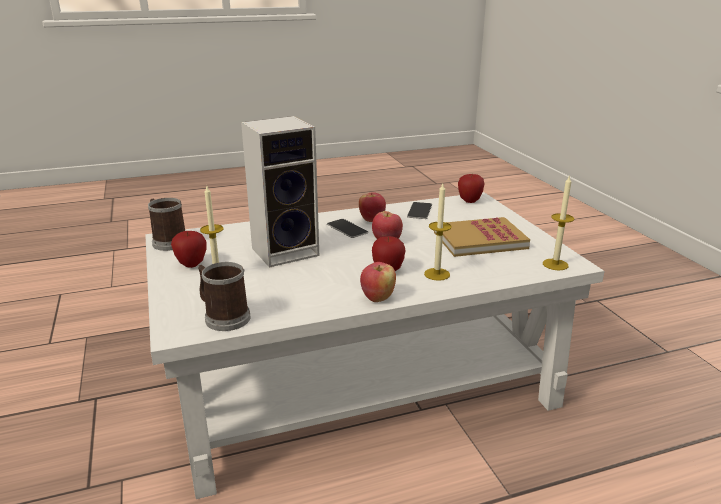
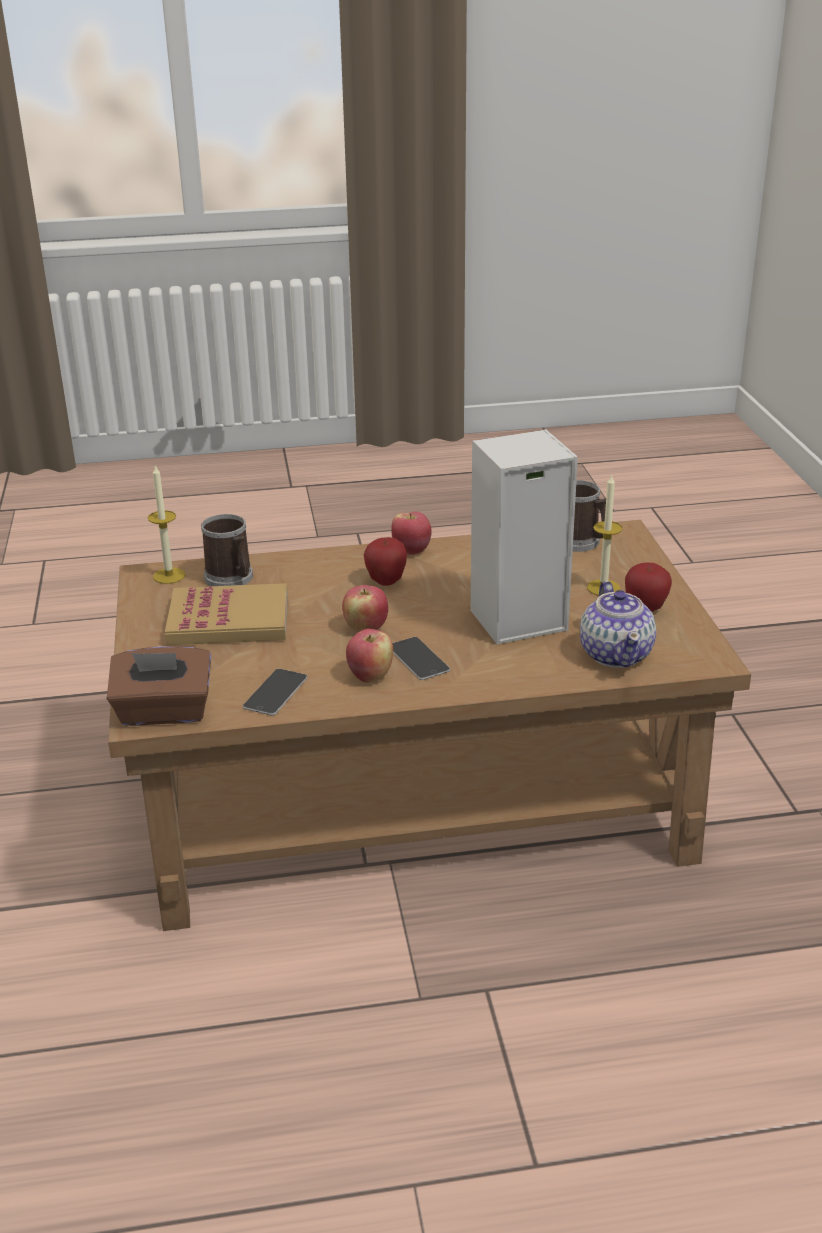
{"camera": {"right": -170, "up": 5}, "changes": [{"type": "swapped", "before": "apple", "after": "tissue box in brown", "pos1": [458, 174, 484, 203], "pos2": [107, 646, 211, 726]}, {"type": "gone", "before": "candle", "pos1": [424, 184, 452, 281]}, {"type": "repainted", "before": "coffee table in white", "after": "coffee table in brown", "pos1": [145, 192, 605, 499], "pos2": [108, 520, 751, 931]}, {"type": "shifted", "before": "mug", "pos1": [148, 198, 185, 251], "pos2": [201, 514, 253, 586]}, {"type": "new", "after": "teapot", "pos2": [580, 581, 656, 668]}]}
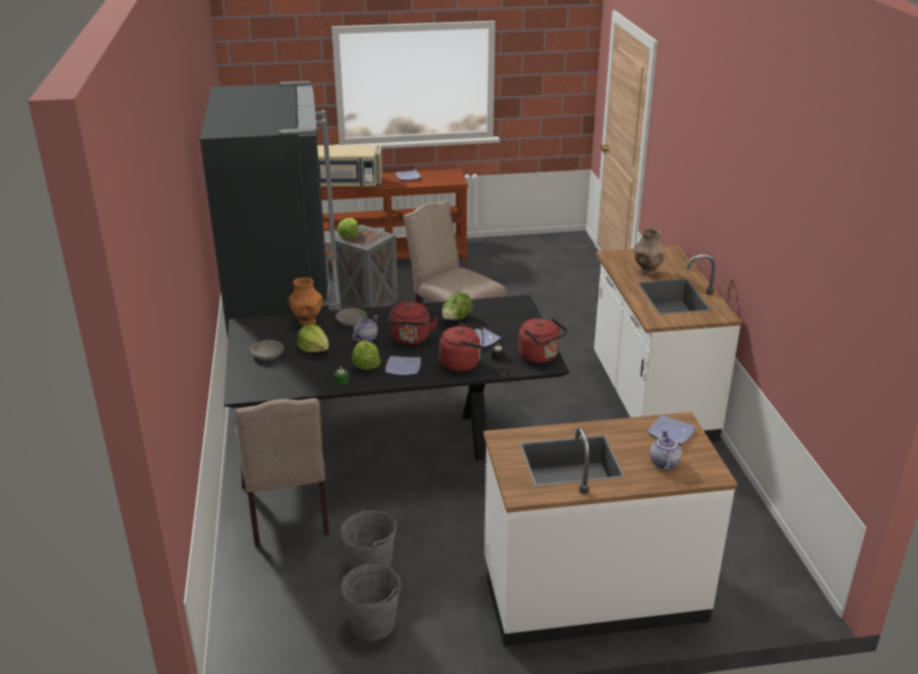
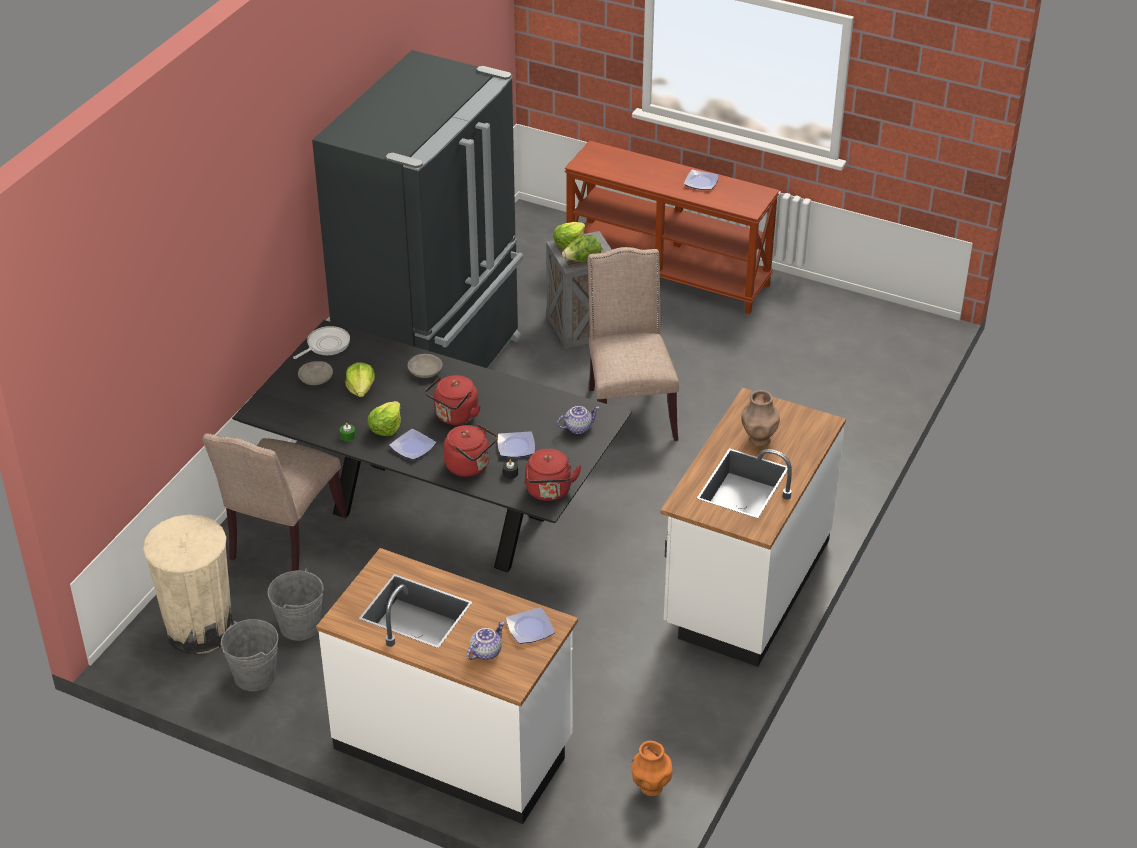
{"camera": {"right": 35, "up": 10}, "changes": [{"type": "gone", "before": "microwave in beige", "pos1": [317, 145, 383, 187]}, {"type": "shifted", "before": "vase in orange", "pos1": [288, 278, 323, 326], "pos2": [631, 741, 673, 796]}, {"type": "shifted", "before": "lettuce", "pos1": [442, 292, 473, 320], "pos2": [562, 235, 601, 262]}, {"type": "shifted", "before": "teapot", "pos1": [353, 315, 378, 342], "pos2": [557, 406, 600, 434]}, {"type": "new", "after": "frying pan", "pos2": [293, 326, 350, 359]}, {"type": "new", "after": "trash can in beige", "pos2": [143, 514, 233, 654]}]}
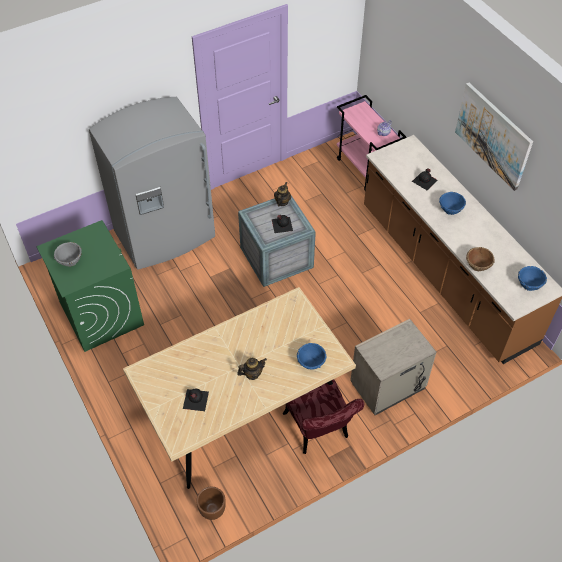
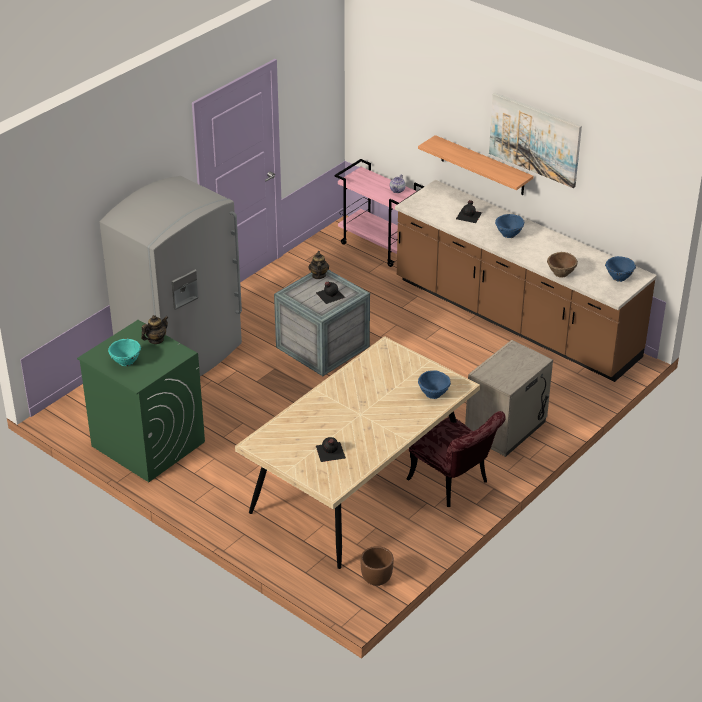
{"camera": {"right": -20, "up": -15}, "changes": [{"type": "repainted", "before": "bowl in grey", "after": "bowl in turquoise", "pos1": [54, 242, 82, 267], "pos2": [108, 339, 141, 366]}, {"type": "shifted", "before": "teapot", "pos1": [237, 358, 267, 380], "pos2": [141, 315, 168, 344]}, {"type": "new", "after": "shelf", "pos2": [418, 135, 533, 195]}]}
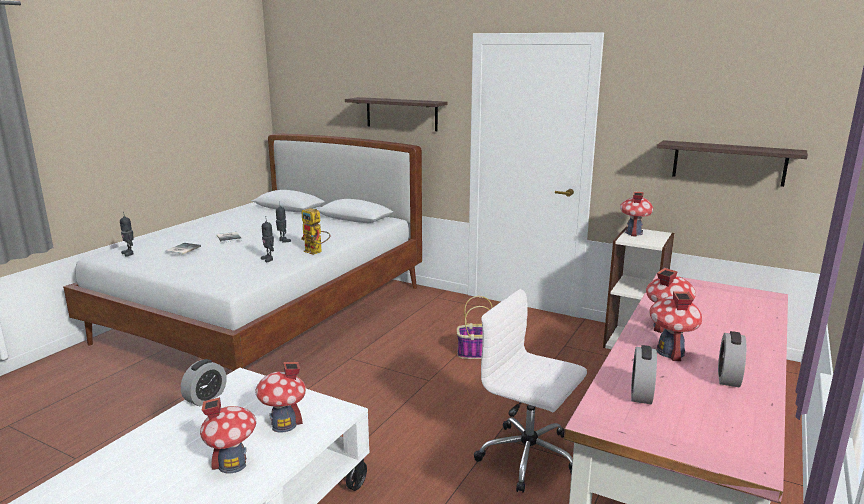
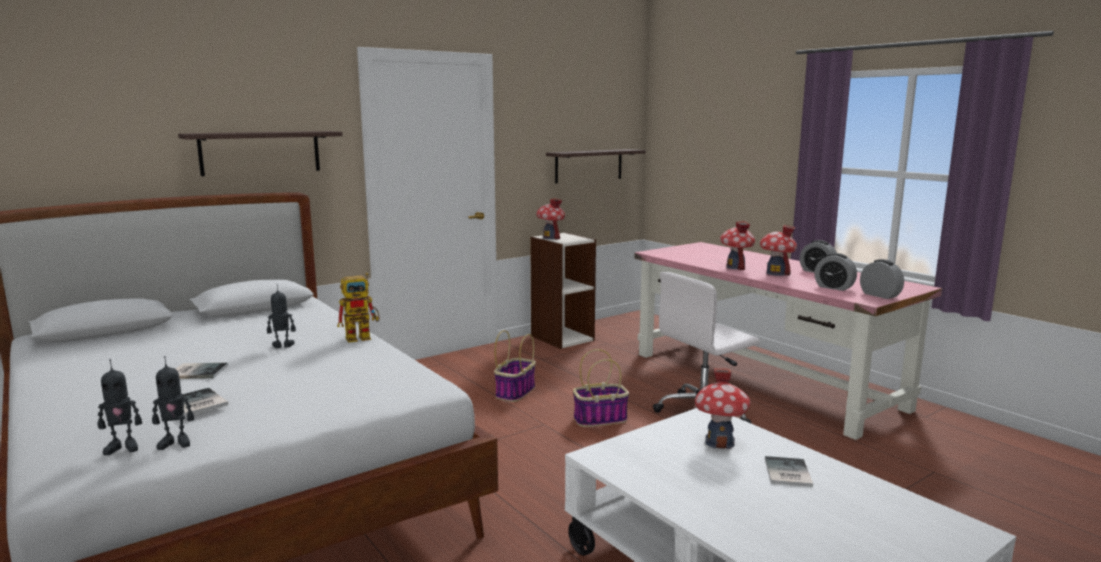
{"camera": {"right": -65, "up": -5}, "changes": [{"type": "shifted", "before": "toy robot", "pos1": [261, 221, 274, 262], "pos2": [152, 356, 194, 450]}, {"type": "shifted", "before": "alarm clock", "pos1": [181, 359, 226, 406], "pos2": [860, 259, 904, 299]}, {"type": "swapped", "before": "toy house", "after": "book", "pos1": [200, 397, 256, 474], "pos2": [765, 456, 813, 487]}, {"type": "new", "after": "basket", "pos2": [573, 349, 629, 427]}]}
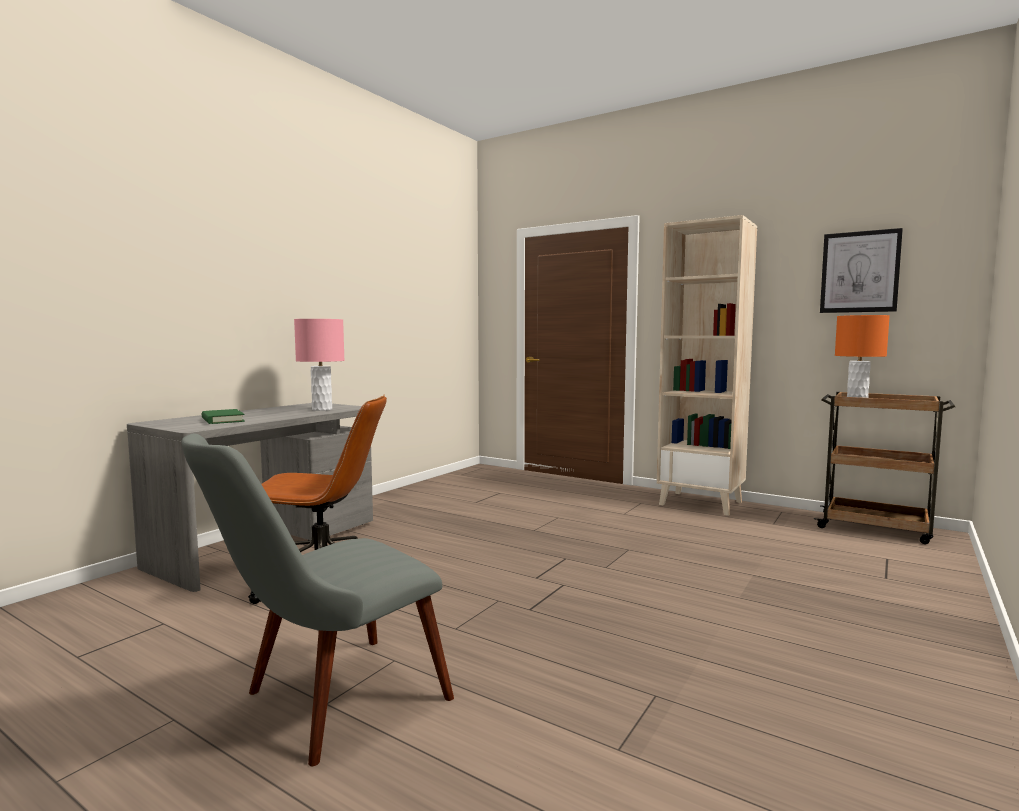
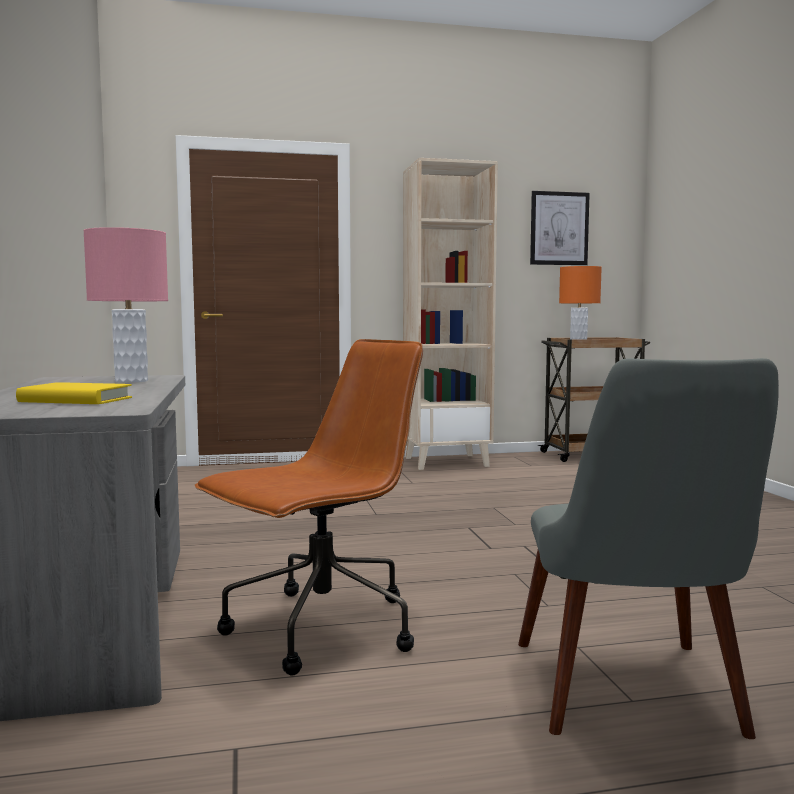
{"camera": {"right": -45, "up": 0}, "changes": [{"type": "repainted", "before": "book in green", "after": "book in yellow", "pos1": [202, 409, 245, 424], "pos2": [16, 382, 132, 404]}]}
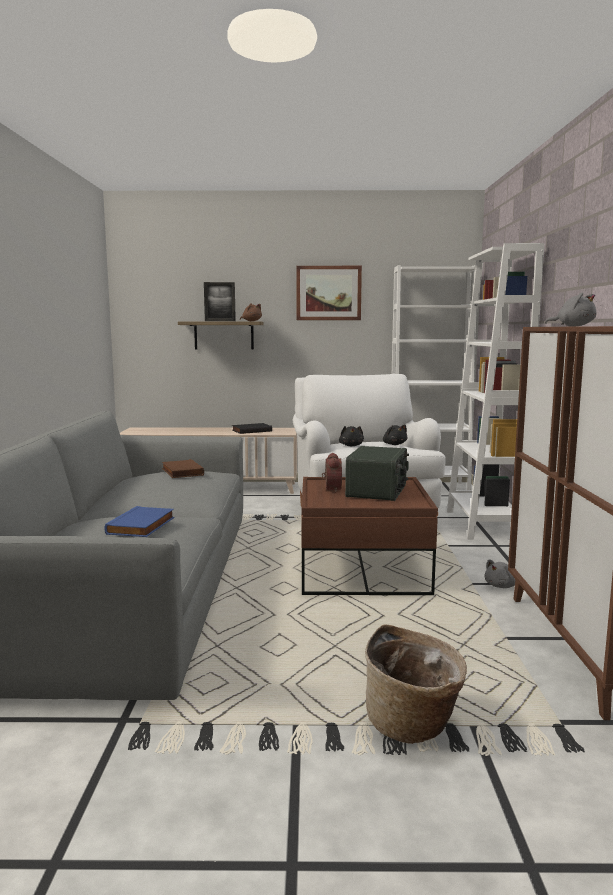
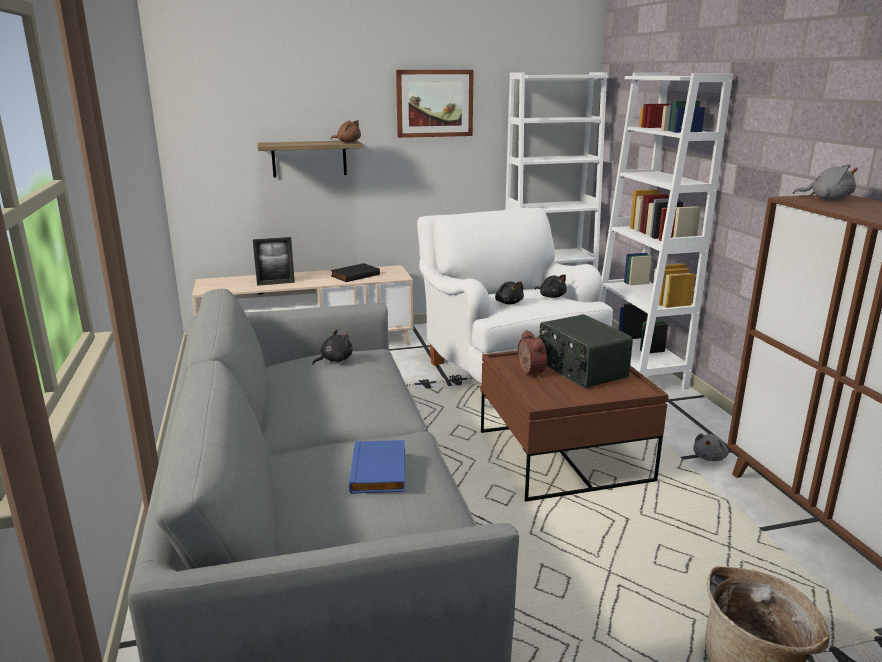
{"camera": {"right": -15, "up": 10}, "changes": [{"type": "shifted", "before": "picture frame", "pos1": [204, 282, 236, 321], "pos2": [253, 237, 295, 286]}, {"type": "rotated", "before": "radio", "pos1": [345, 446, 409, 501], "pos2": [538, 314, 633, 388], "turn": 150}, {"type": "swapped", "before": "book in brown", "after": "plush toy in black", "pos1": [162, 459, 204, 478], "pos2": [312, 329, 352, 365]}]}
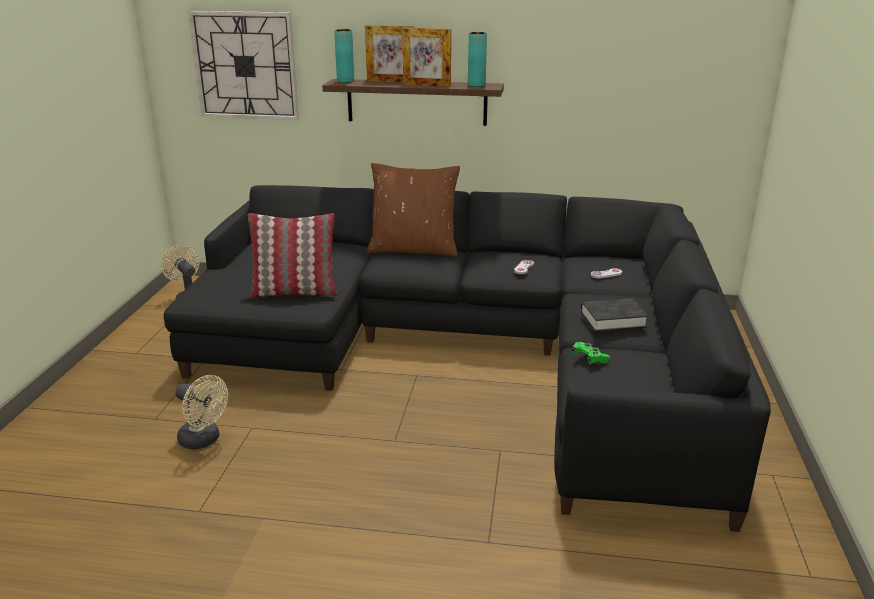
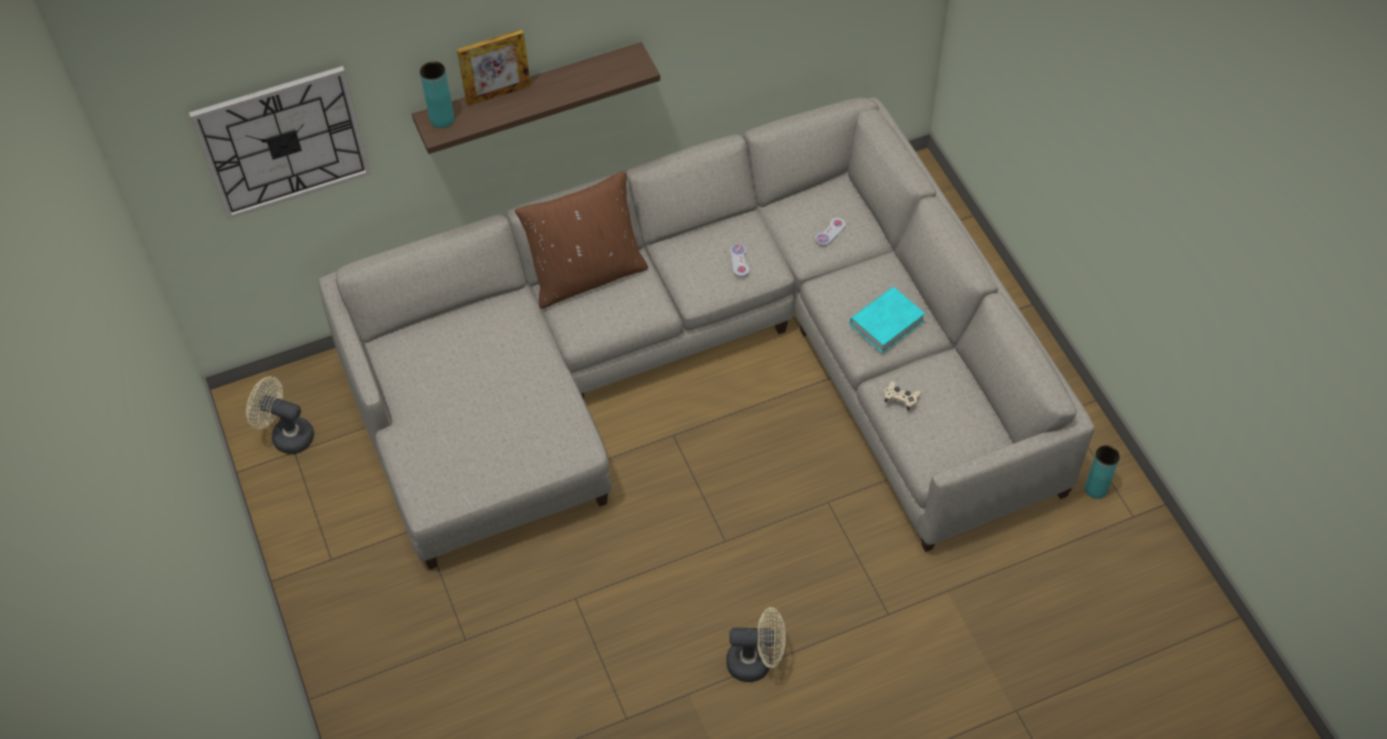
{"camera": {"right": -30, "up": 30}, "changes": [{"type": "gone", "before": "picture frame", "pos1": [402, 27, 451, 87]}, {"type": "shifted", "before": "vase in turquoise", "pos1": [468, 32, 487, 87], "pos2": [1085, 445, 1120, 499]}, {"type": "repainted", "before": "sofa in black", "after": "sofa in beige", "pos1": [164, 185, 771, 532], "pos2": [319, 97, 1094, 570]}, {"type": "gone", "before": "pillow", "pos1": [248, 213, 337, 297]}, {"type": "repainted", "before": "book in black", "after": "book in turquoise", "pos1": [581, 298, 648, 332], "pos2": [850, 287, 925, 353]}, {"type": "repainted", "before": "game controller in green", "after": "game controller in beige", "pos1": [572, 342, 610, 364], "pos2": [884, 381, 921, 411]}, {"type": "shifted", "before": "fan in beige", "pos1": [176, 375, 228, 450], "pos2": [726, 607, 786, 682]}]}
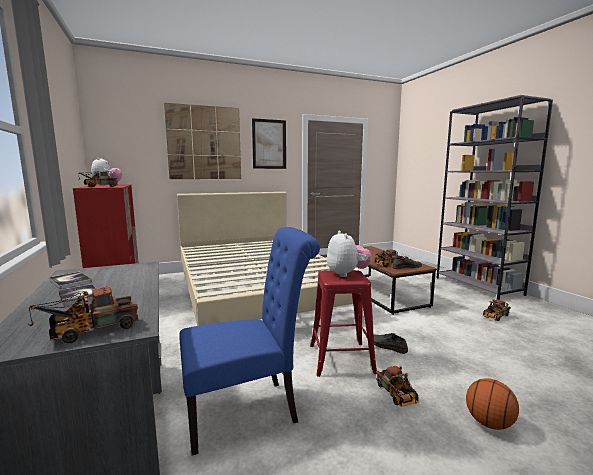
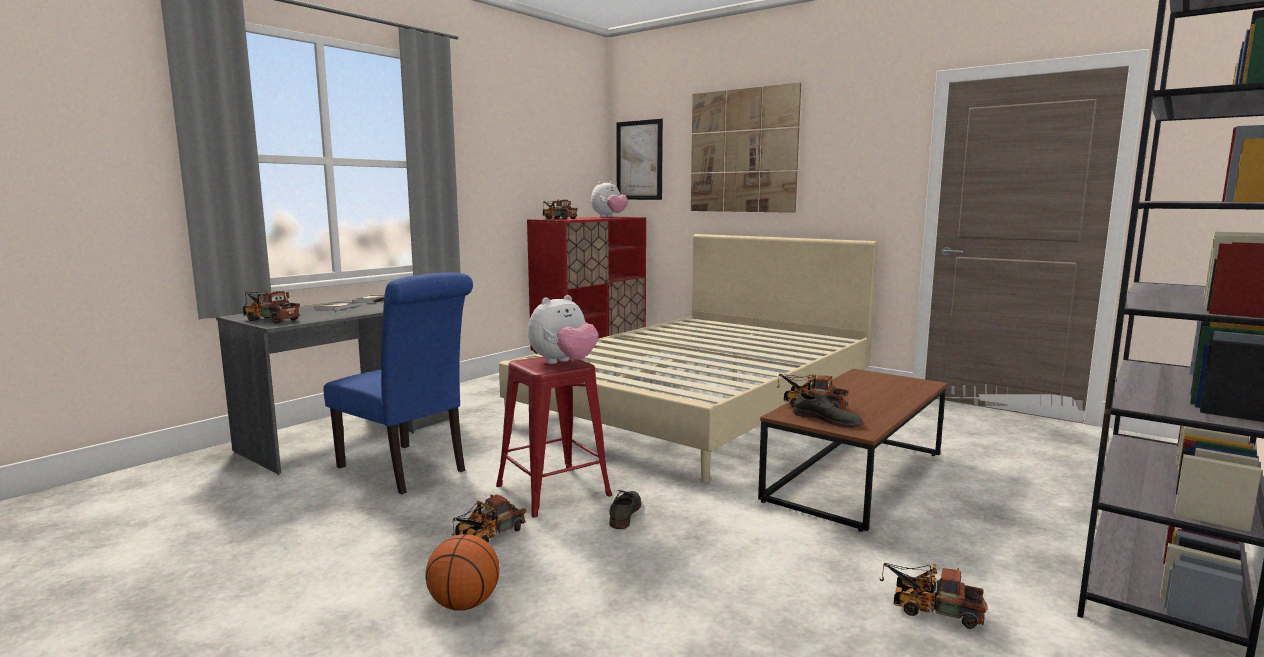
{"camera": {"right": 60, "up": 0}, "changes": [{"type": "shifted", "before": "picture", "pos1": [252, 118, 286, 169], "pos2": [616, 118, 663, 200]}]}
